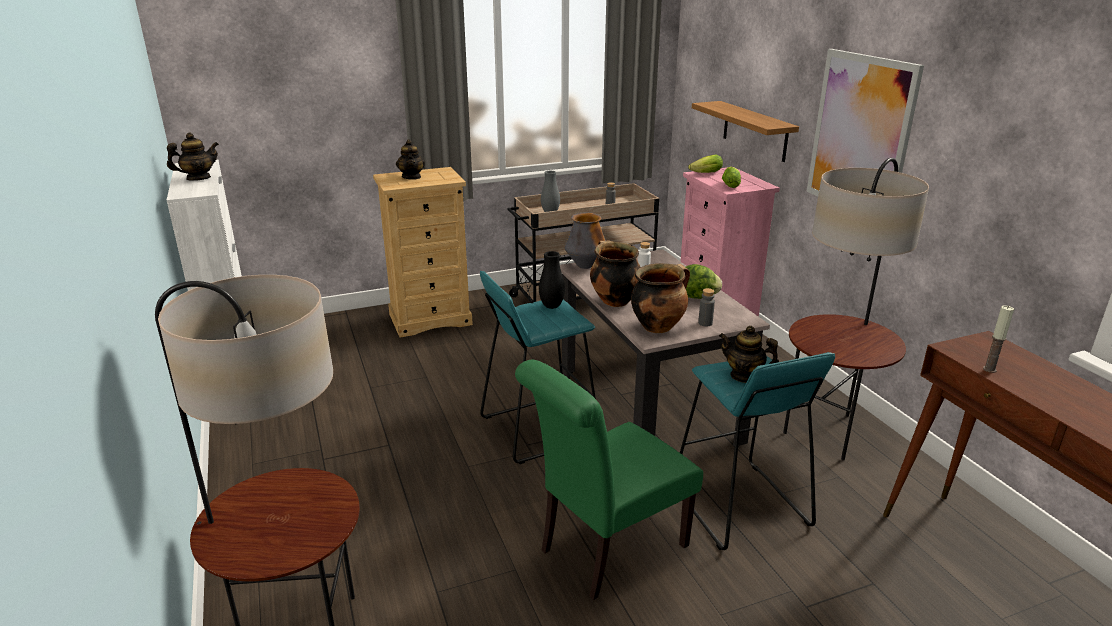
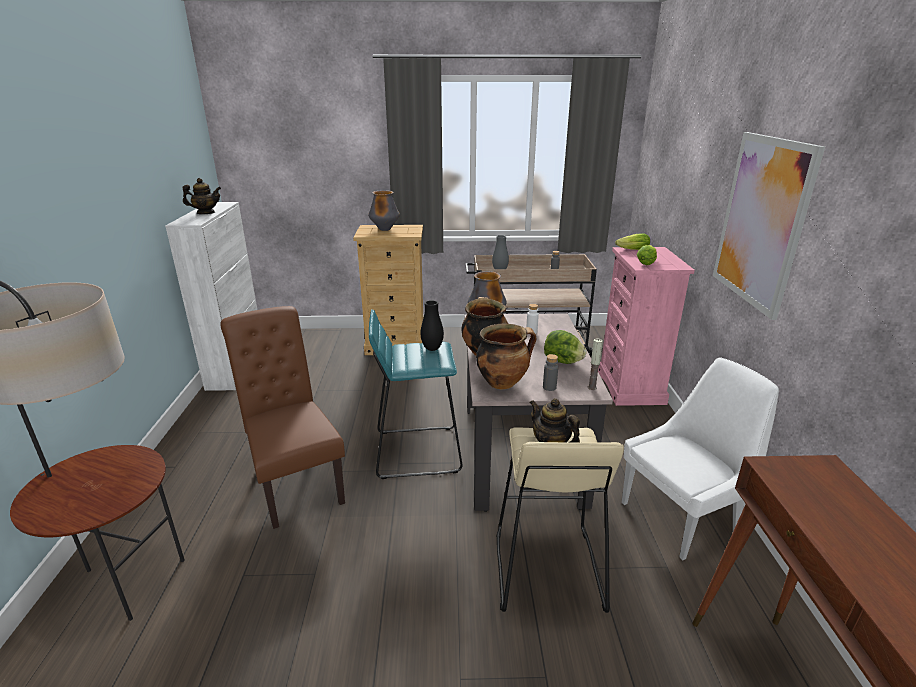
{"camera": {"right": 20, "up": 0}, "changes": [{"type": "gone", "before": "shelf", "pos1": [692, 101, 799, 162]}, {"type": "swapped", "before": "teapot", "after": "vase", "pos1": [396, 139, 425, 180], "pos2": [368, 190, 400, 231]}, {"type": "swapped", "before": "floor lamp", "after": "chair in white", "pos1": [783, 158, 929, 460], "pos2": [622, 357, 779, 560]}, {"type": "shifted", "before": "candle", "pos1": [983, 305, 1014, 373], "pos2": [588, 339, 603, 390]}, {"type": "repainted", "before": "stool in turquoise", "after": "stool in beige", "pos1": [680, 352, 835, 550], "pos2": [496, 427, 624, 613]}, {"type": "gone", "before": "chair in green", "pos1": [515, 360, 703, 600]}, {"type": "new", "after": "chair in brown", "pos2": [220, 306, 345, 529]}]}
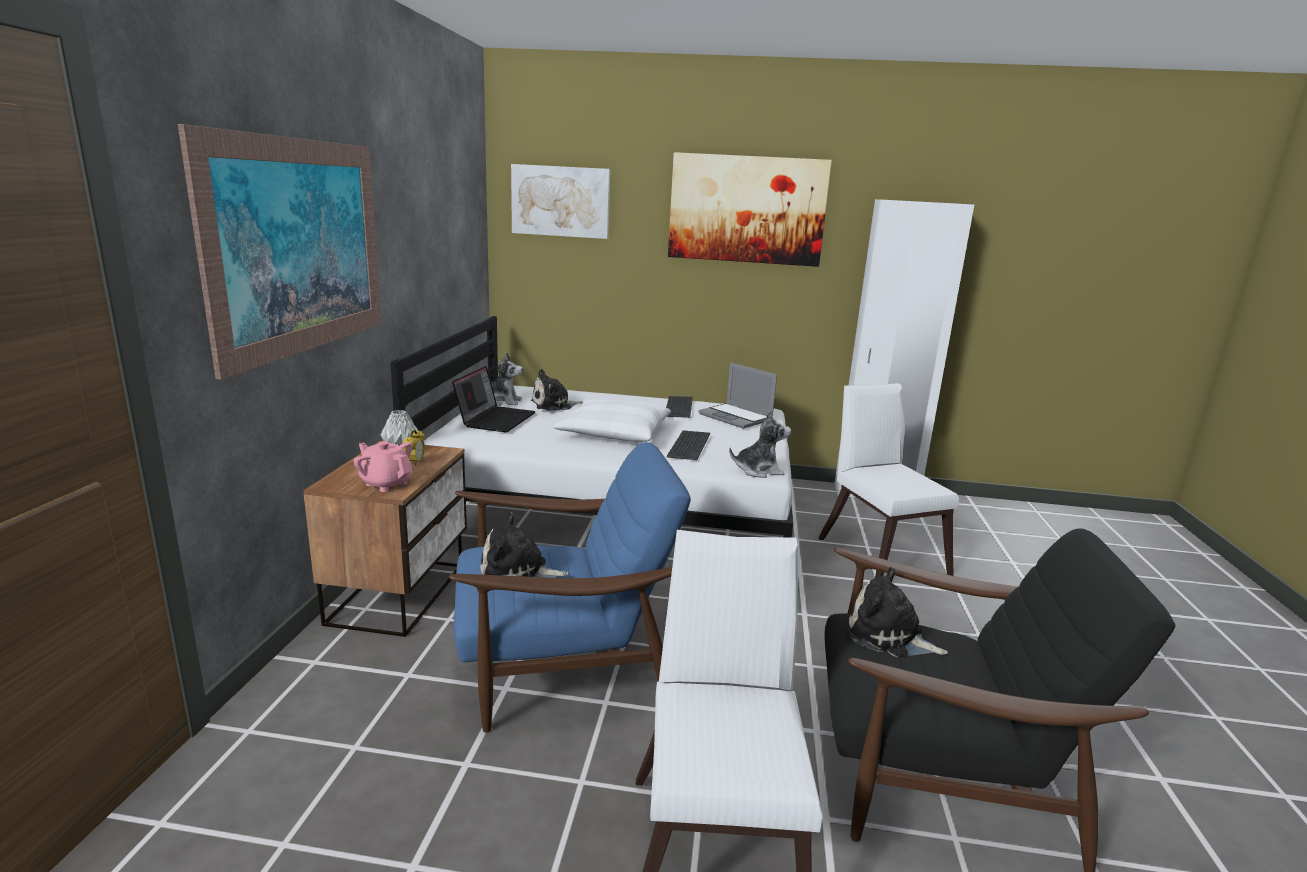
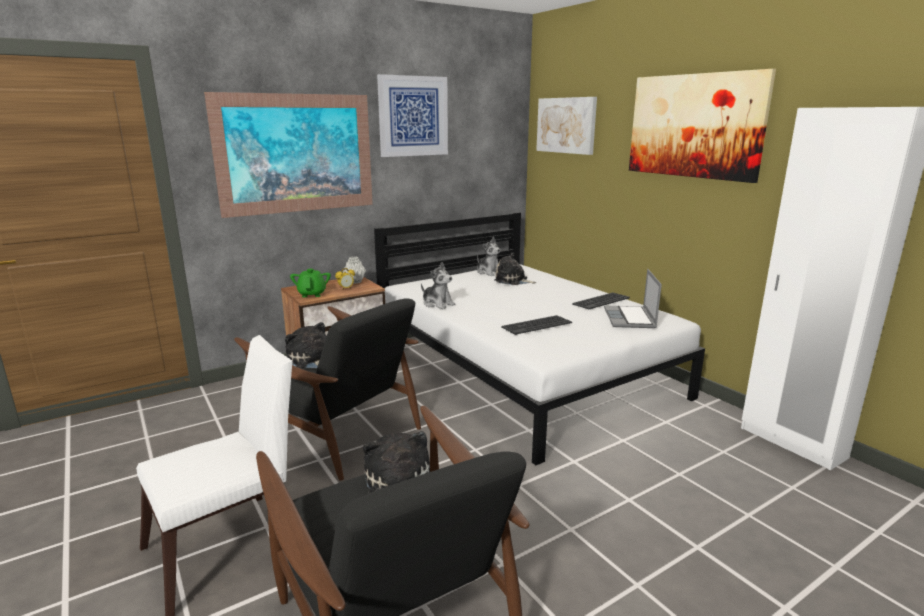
{"camera": {"right": 50, "up": 0}, "changes": [{"type": "gone", "before": "laptop", "pos1": [452, 366, 536, 432]}, {"type": "gone", "before": "chair in white", "pos1": [818, 383, 959, 578]}, {"type": "gone", "before": "pillow in white", "pos1": [553, 399, 671, 442]}, {"type": "shifted", "before": "plush toy", "pos1": [729, 411, 791, 478], "pos2": [421, 262, 455, 309]}, {"type": "repainted", "before": "teapot in pink", "after": "teapot in green", "pos1": [354, 441, 412, 492], "pos2": [290, 269, 331, 297]}, {"type": "repainted", "before": "armchair in blue", "after": "armchair in black", "pos1": [449, 442, 691, 733], "pos2": [234, 299, 421, 481]}, {"type": "new", "after": "picture", "pos2": [377, 74, 448, 157]}]}
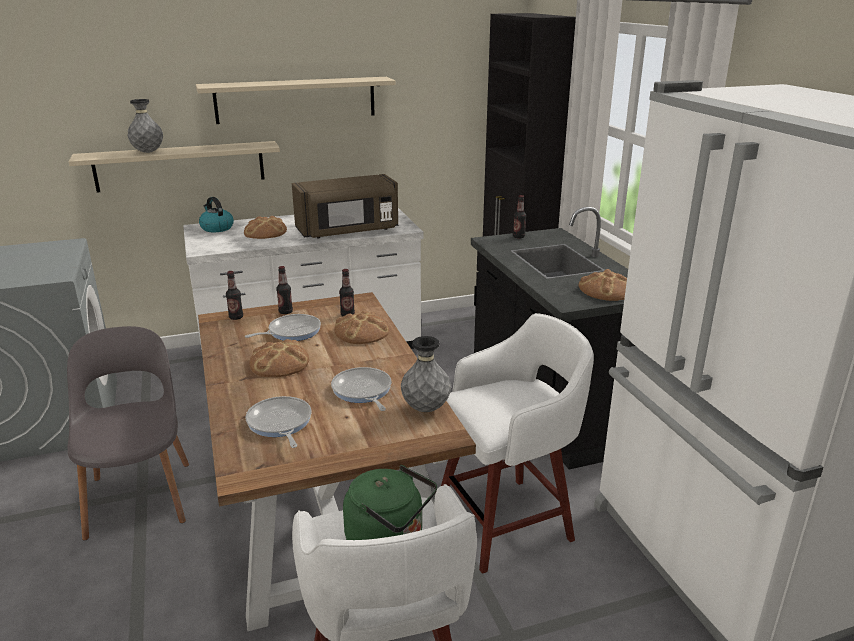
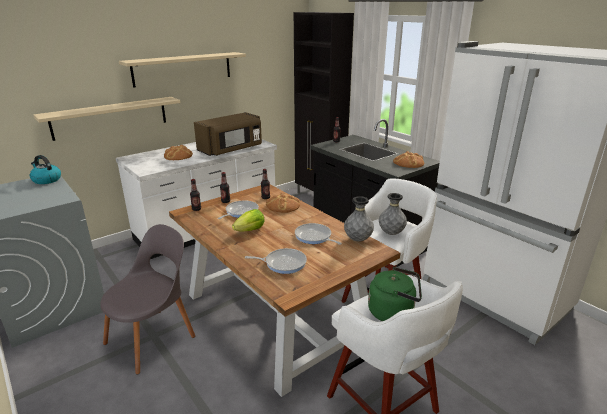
{"camera": {"right": -20, "up": 0}, "changes": [{"type": "shifted", "before": "vase in grey", "pos1": [127, 99, 163, 153], "pos2": [379, 193, 407, 235]}, {"type": "shifted", "before": "kettle", "pos1": [199, 197, 234, 232], "pos2": [30, 155, 61, 184]}, {"type": "rotated", "before": "chair in grey", "pos1": [67, 326, 189, 541], "pos2": [100, 224, 195, 374], "turn": 75}, {"type": "swapped", "before": "bread", "after": "lettuce", "pos1": [249, 339, 309, 377], "pos2": [232, 209, 265, 232]}, {"type": "rotated", "before": "frying pan", "pos1": [245, 396, 312, 448], "pos2": [245, 248, 307, 274], "turn": 135}]}
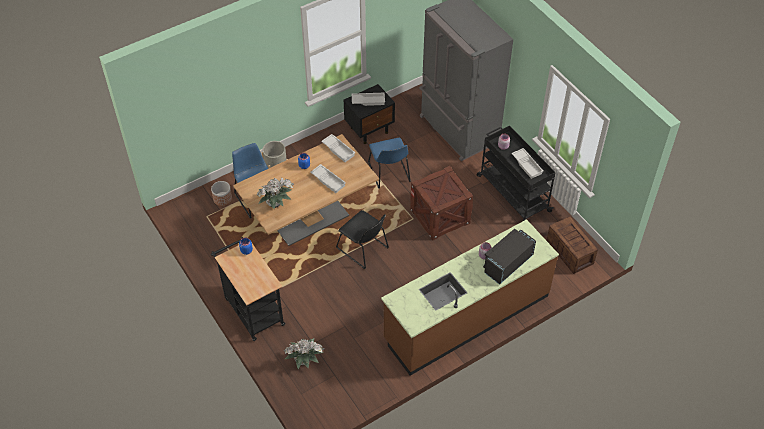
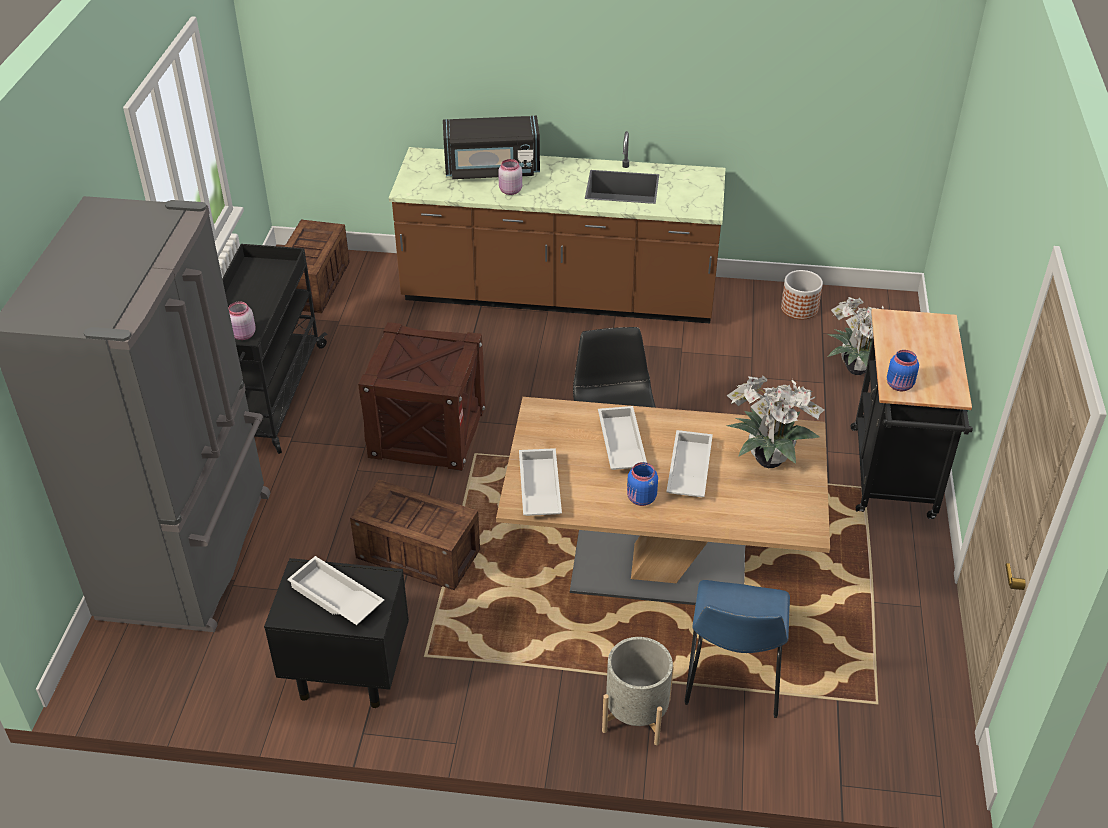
{"camera": {"right": -140, "up": -10}, "changes": [{"type": "swapped", "before": "chair in blue", "after": "crate", "pos1": [368, 138, 411, 189], "pos2": [350, 480, 480, 590]}, {"type": "shifted", "before": "tray in white", "pos1": [511, 148, 543, 179], "pos2": [666, 430, 713, 497]}, {"type": "shifted", "before": "planter", "pos1": [211, 181, 232, 206], "pos2": [781, 270, 823, 319]}]}
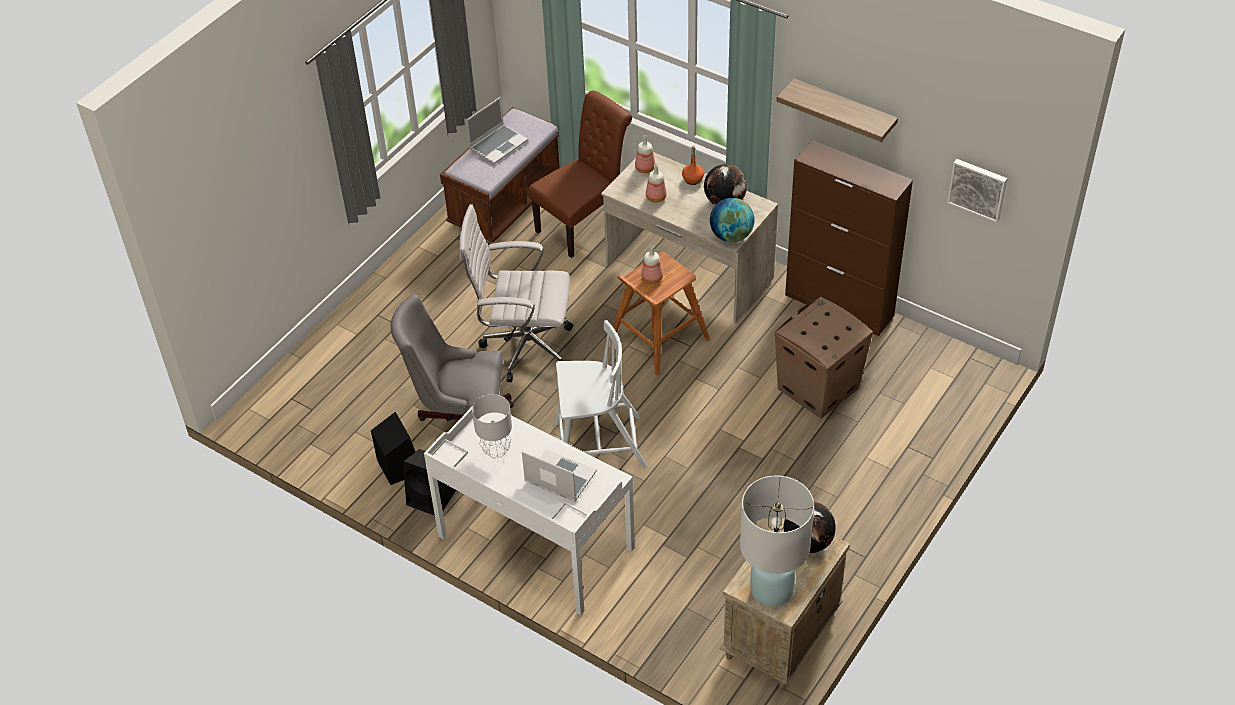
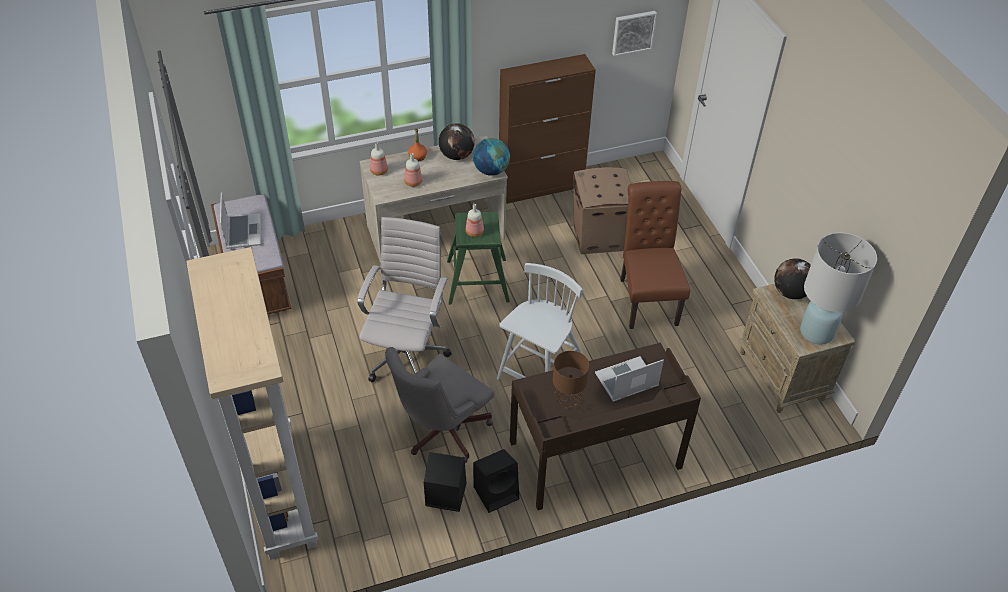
{"camera": {"right": -55, "up": 0}, "changes": [{"type": "gone", "before": "shelf", "pos1": [776, 79, 898, 142]}, {"type": "shifted", "before": "chair in brown", "pos1": [528, 91, 632, 258], "pos2": [620, 181, 690, 329]}, {"type": "rotated", "before": "office chair in white", "pos1": [459, 204, 573, 382], "pos2": [358, 217, 452, 383], "turn": 150}, {"type": "repainted", "before": "stool in brown", "after": "stool in green", "pos1": [613, 252, 710, 376], "pos2": [447, 212, 510, 305]}, {"type": "repainted", "before": "table lamp in grey", "after": "table lamp in brown", "pos1": [472, 394, 512, 459], "pos2": [553, 351, 589, 409]}, {"type": "repainted", "before": "desk in white", "after": "desk in brown", "pos1": [424, 406, 635, 615], "pos2": [510, 343, 701, 510]}, {"type": "new", "after": "bookcase in beige", "pos2": [186, 247, 318, 560]}]}
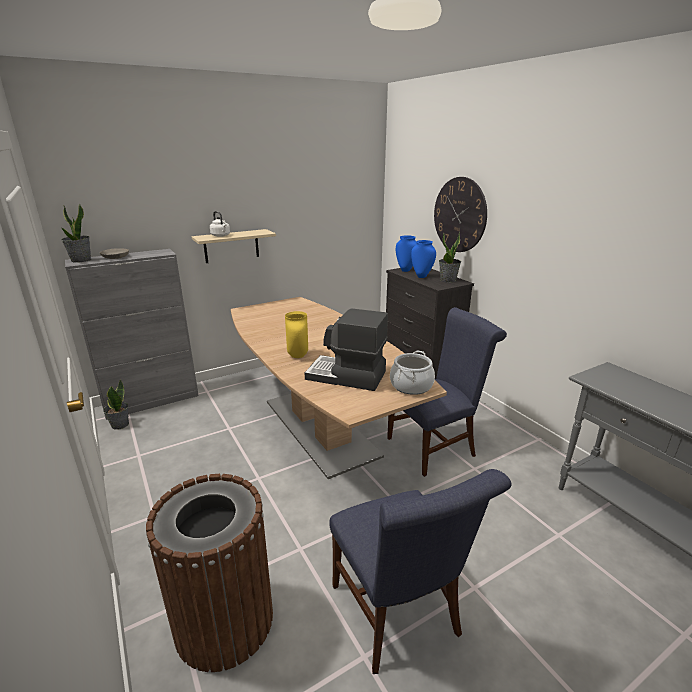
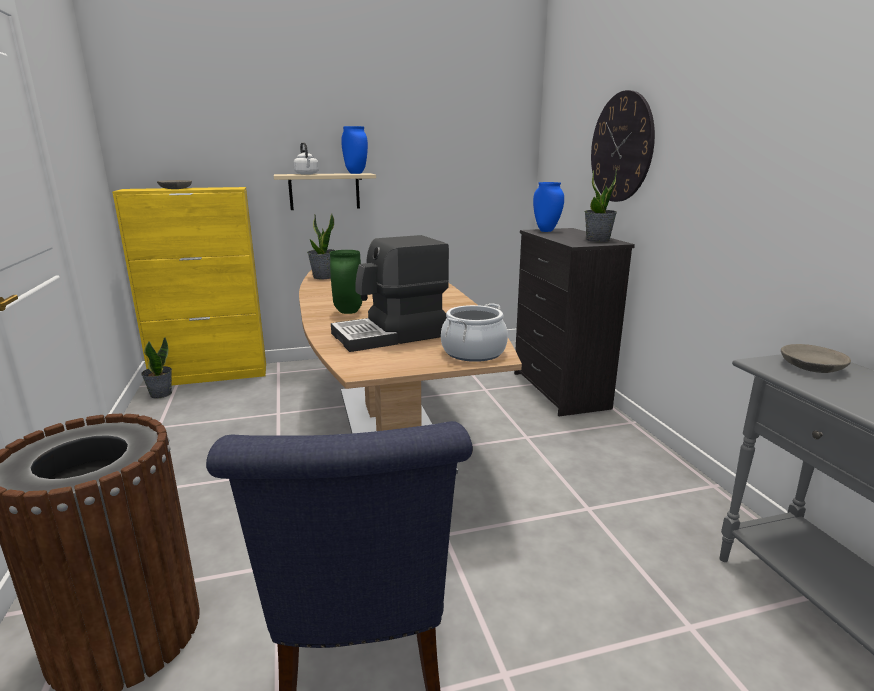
{"camera": {"right": 15, "up": -5}, "changes": [{"type": "shifted", "before": "potted plant", "pos1": [61, 203, 91, 263], "pos2": [307, 213, 335, 279]}, {"type": "shifted", "before": "vase in blue", "pos1": [411, 240, 436, 278], "pos2": [341, 126, 368, 174]}, {"type": "repainted", "before": "cabinet in grey", "after": "cabinet in yellow", "pos1": [65, 249, 199, 420], "pos2": [112, 187, 266, 385]}, {"type": "gone", "before": "chair in blue", "pos1": [387, 307, 507, 477]}, {"type": "rotated", "before": "coffee machine", "pos1": [305, 308, 388, 391], "pos2": [331, 235, 449, 352], "turn": -60}, {"type": "repainted", "before": "vase in yellow", "after": "vase in green", "pos1": [285, 311, 308, 358], "pos2": [330, 250, 362, 314]}, {"type": "new", "after": "bowl in grey", "pos2": [781, 344, 851, 373]}]}
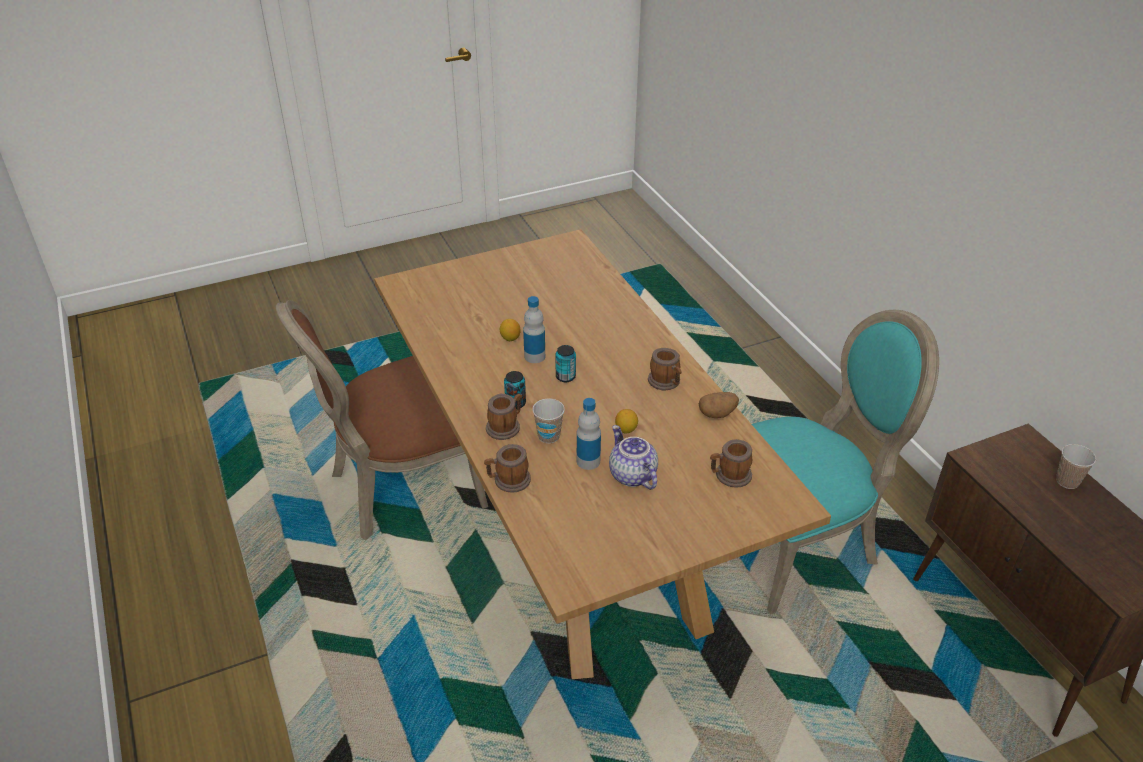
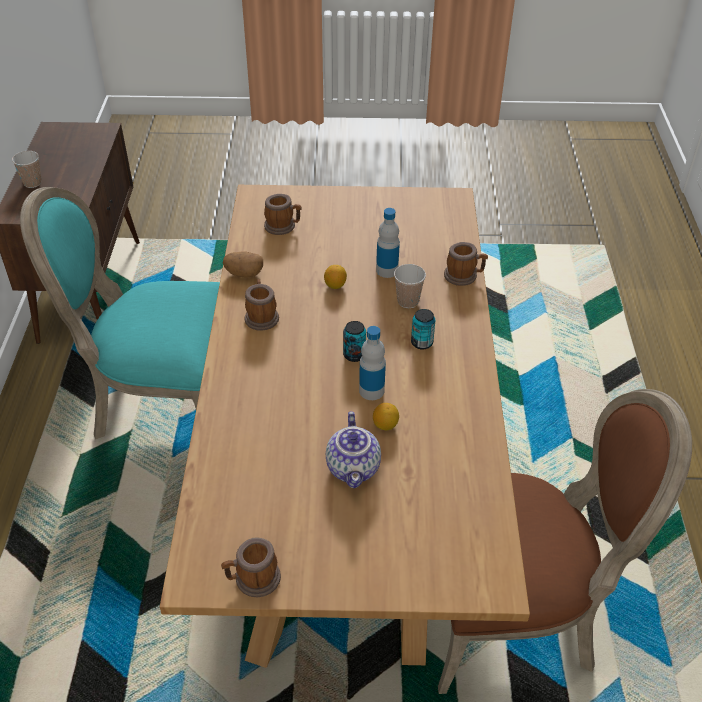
{"camera": {"right": -155, "up": 5}, "changes": [{"type": "shifted", "before": "mug", "pos1": [486, 394, 522, 440], "pos2": [221, 537, 281, 597]}, {"type": "shifted", "before": "teapot", "pos1": [609, 425, 658, 490], "pos2": [326, 412, 381, 488]}]}
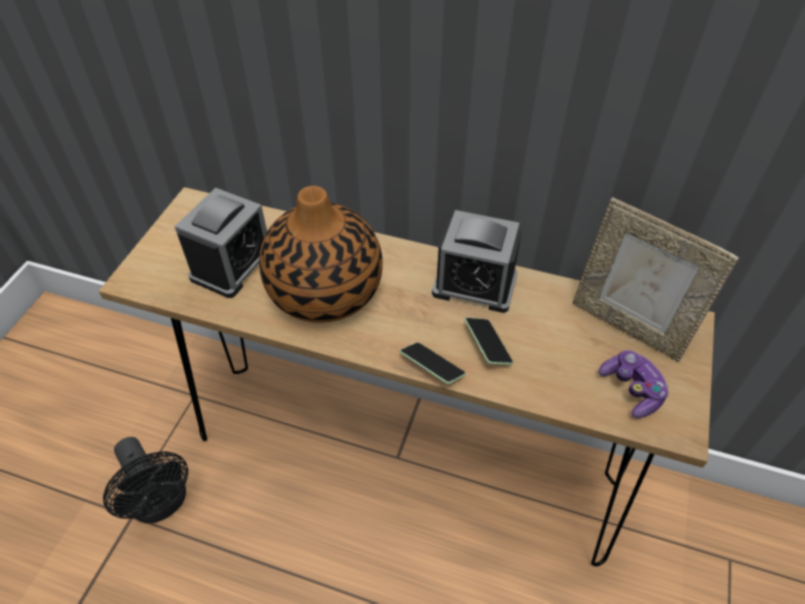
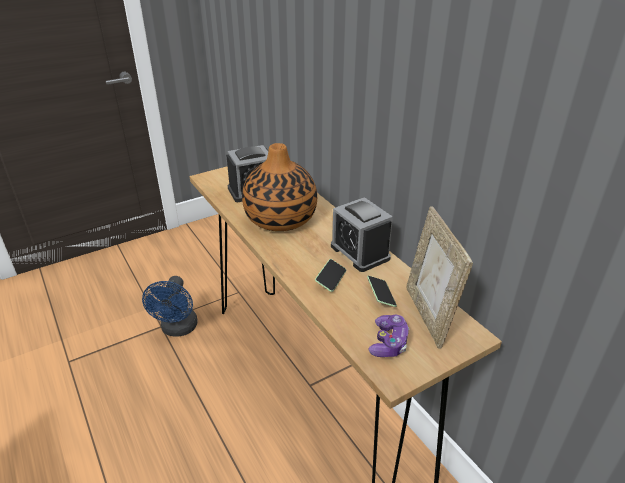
{"camera": {"right": 40, "up": -15}, "changes": [{"type": "shifted", "before": "phone", "pos1": [400, 342, 466, 384], "pos2": [367, 276, 397, 307]}, {"type": "repainted", "before": "fan in black", "after": "fan in blue", "pos1": [103, 437, 188, 523], "pos2": [142, 276, 197, 337]}]}
